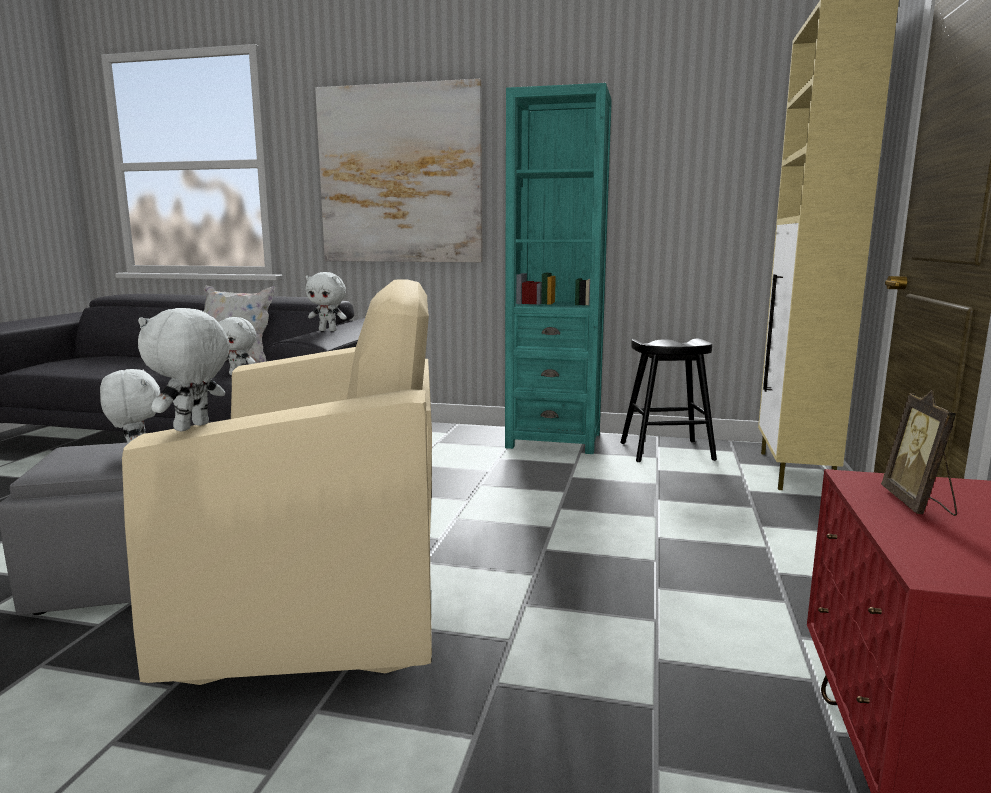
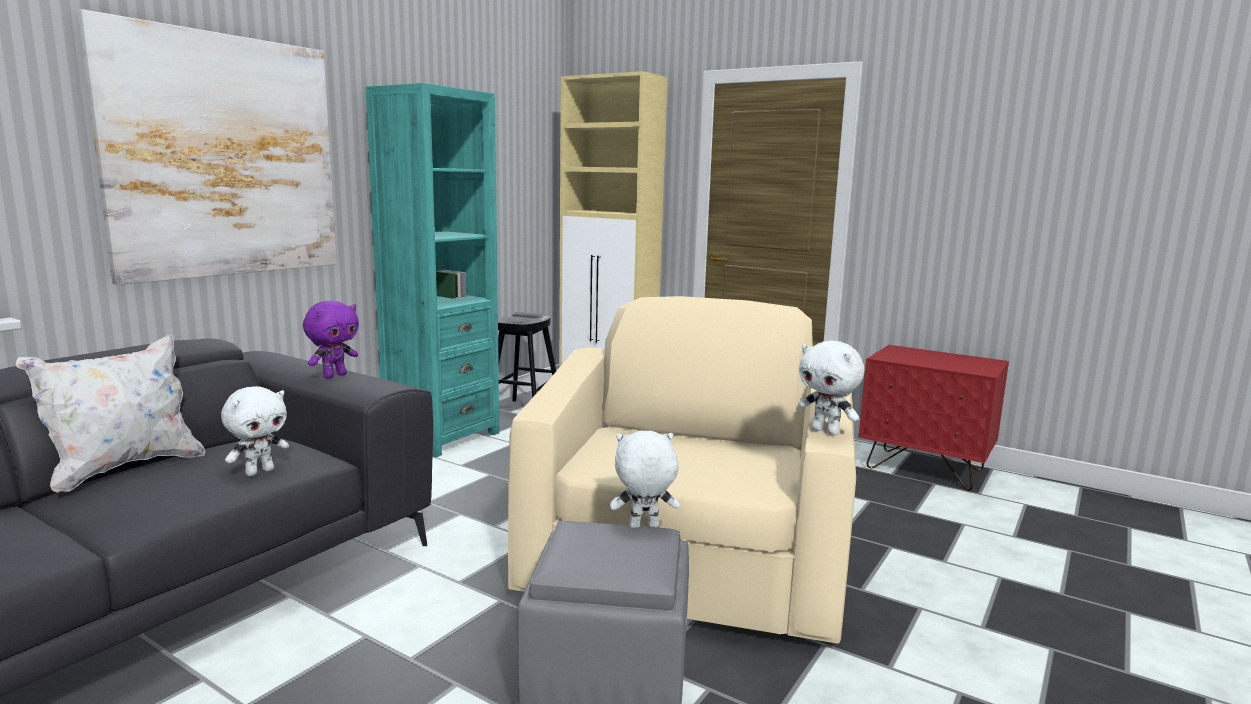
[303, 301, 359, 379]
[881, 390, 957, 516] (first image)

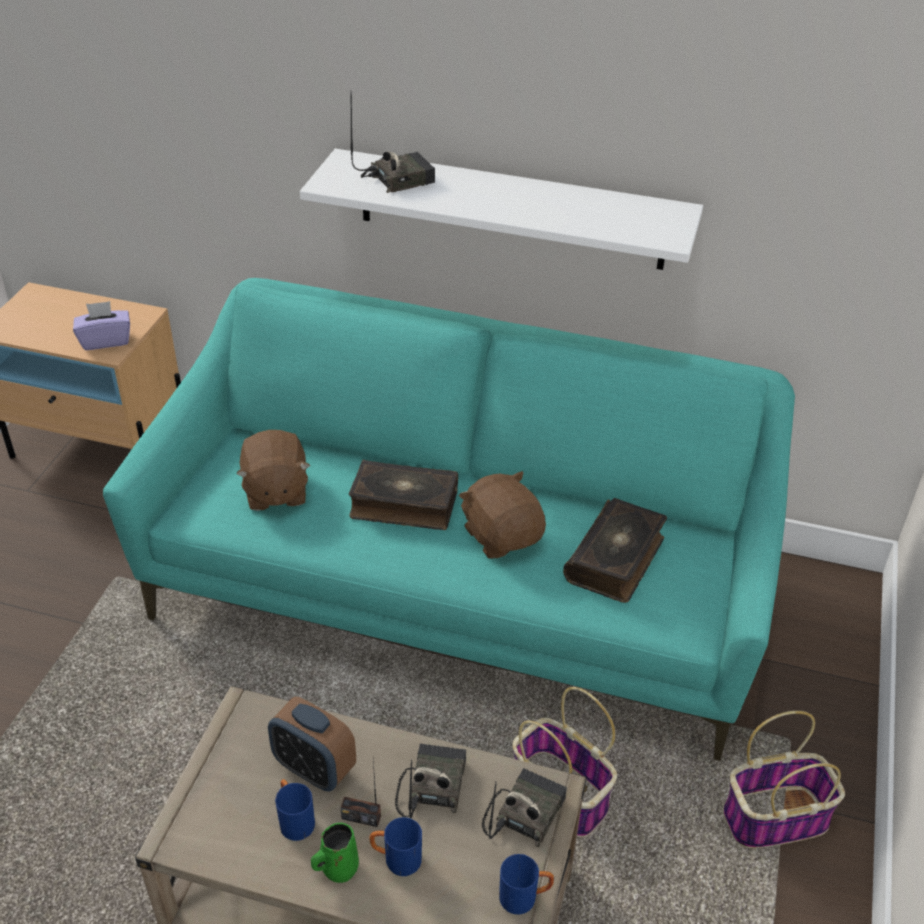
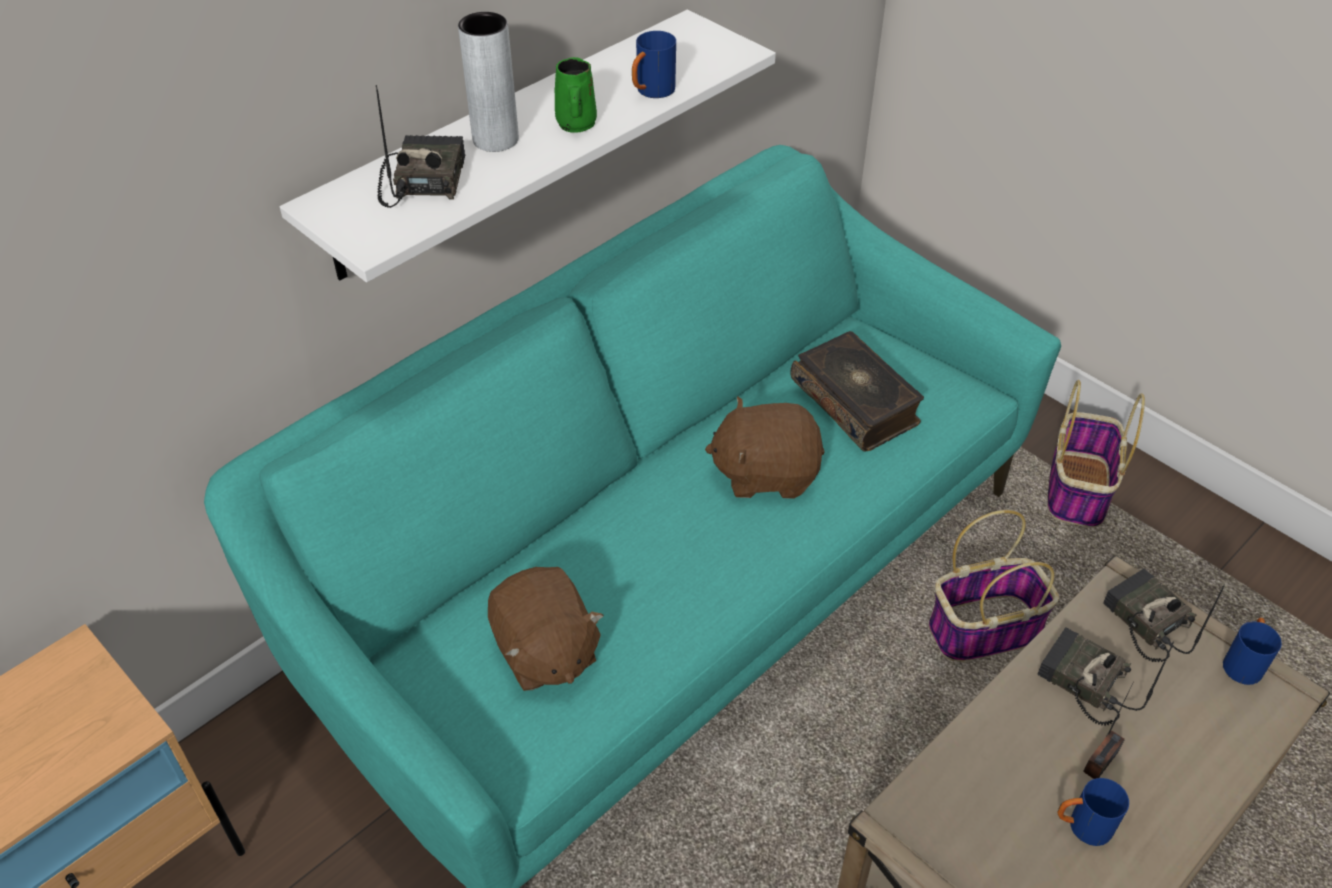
[73, 301, 130, 350] (first image)
[488, 567, 604, 691]
[349, 460, 458, 530] (first image)
[268, 697, 356, 792] (first image)
[632, 31, 676, 98]
[555, 57, 597, 133]
[458, 12, 519, 152]

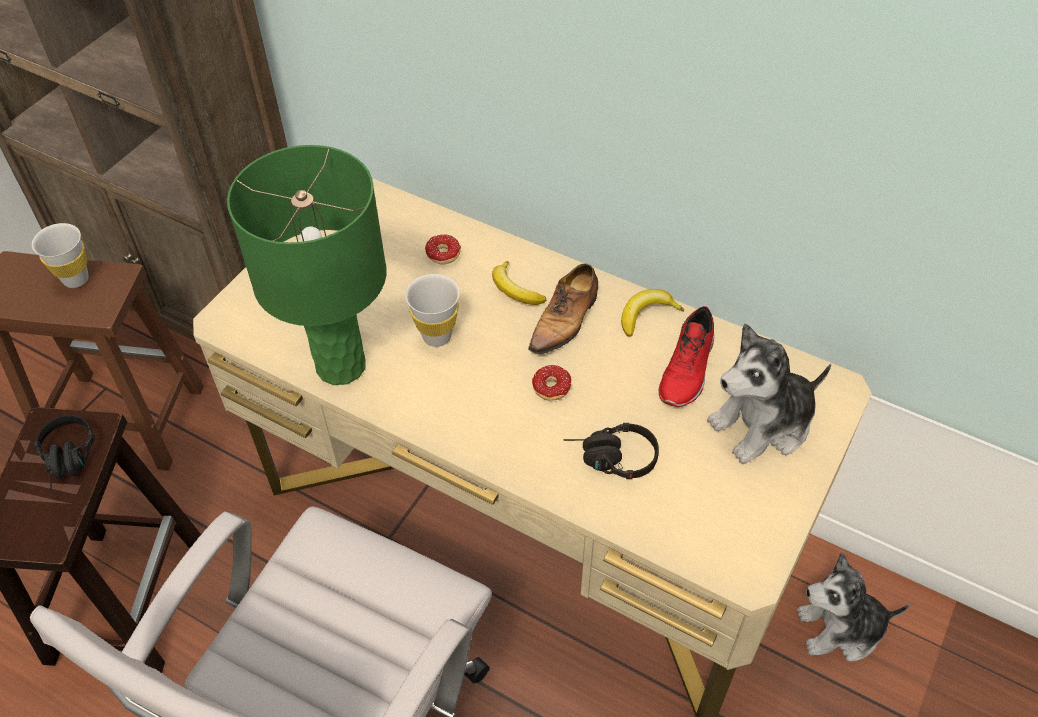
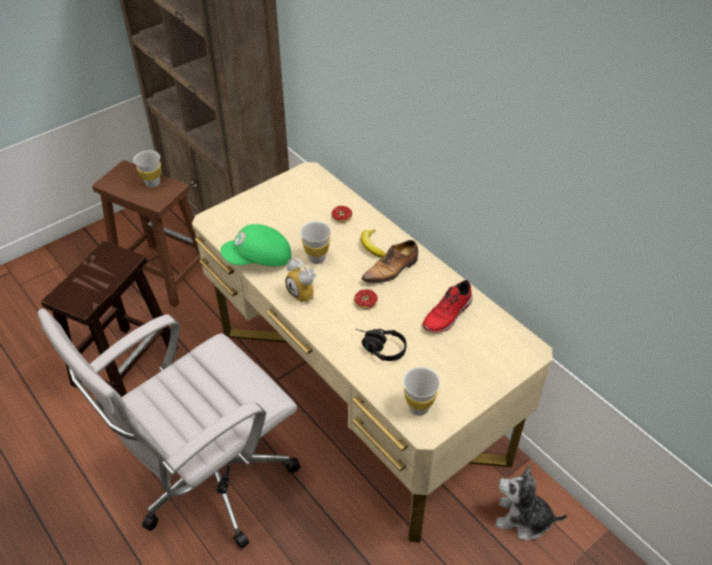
[220, 224, 292, 266]
[621, 289, 684, 337] (first image)
[707, 323, 831, 464] (first image)
[34, 415, 95, 493] (first image)
[285, 258, 317, 302]
[403, 367, 440, 416]

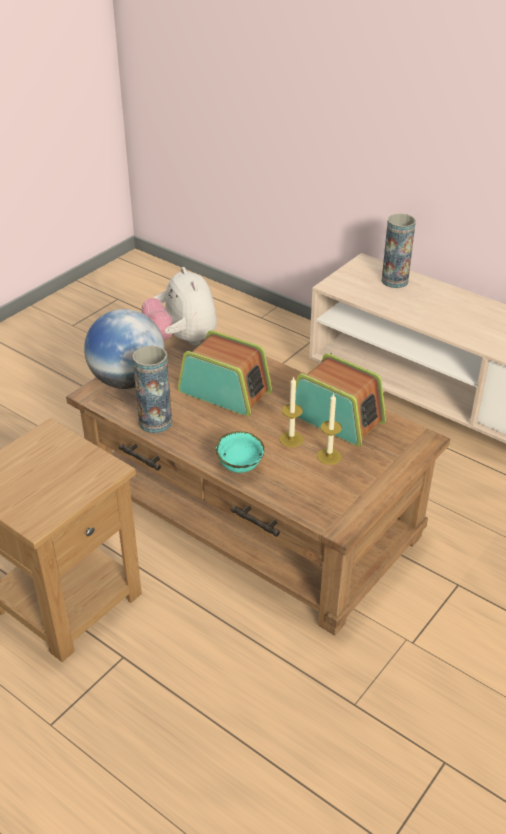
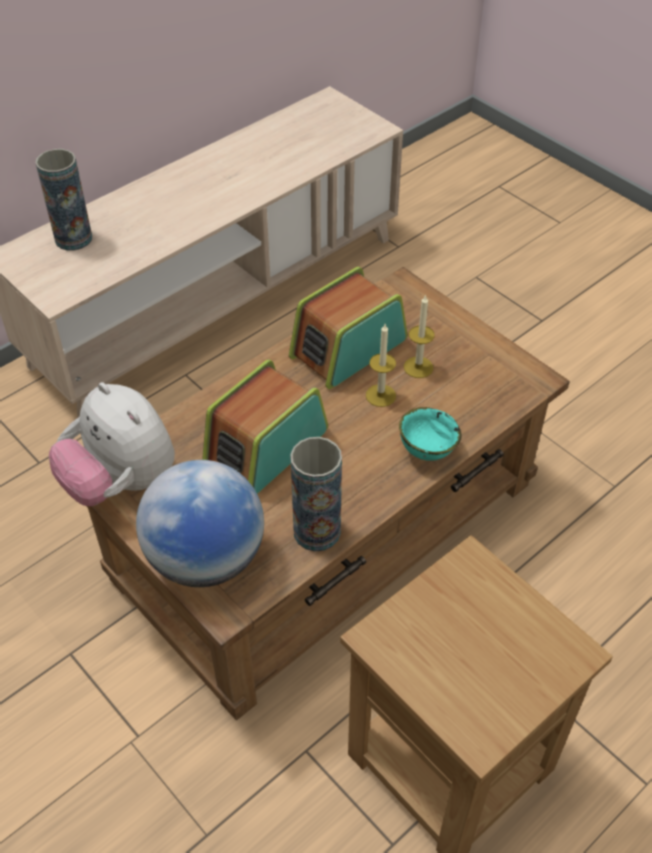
[49, 382, 175, 506]

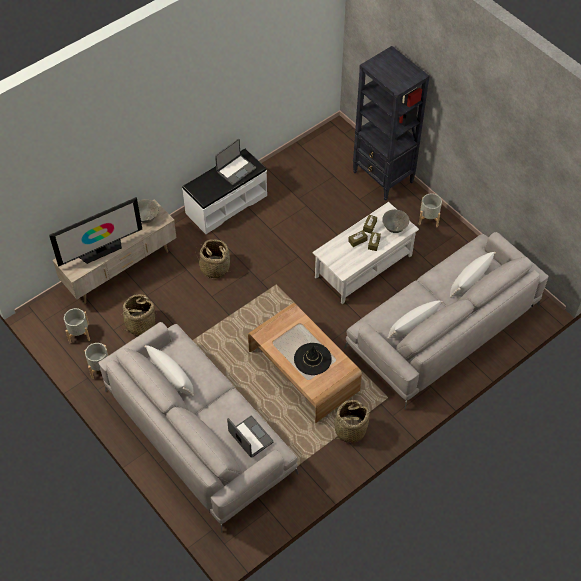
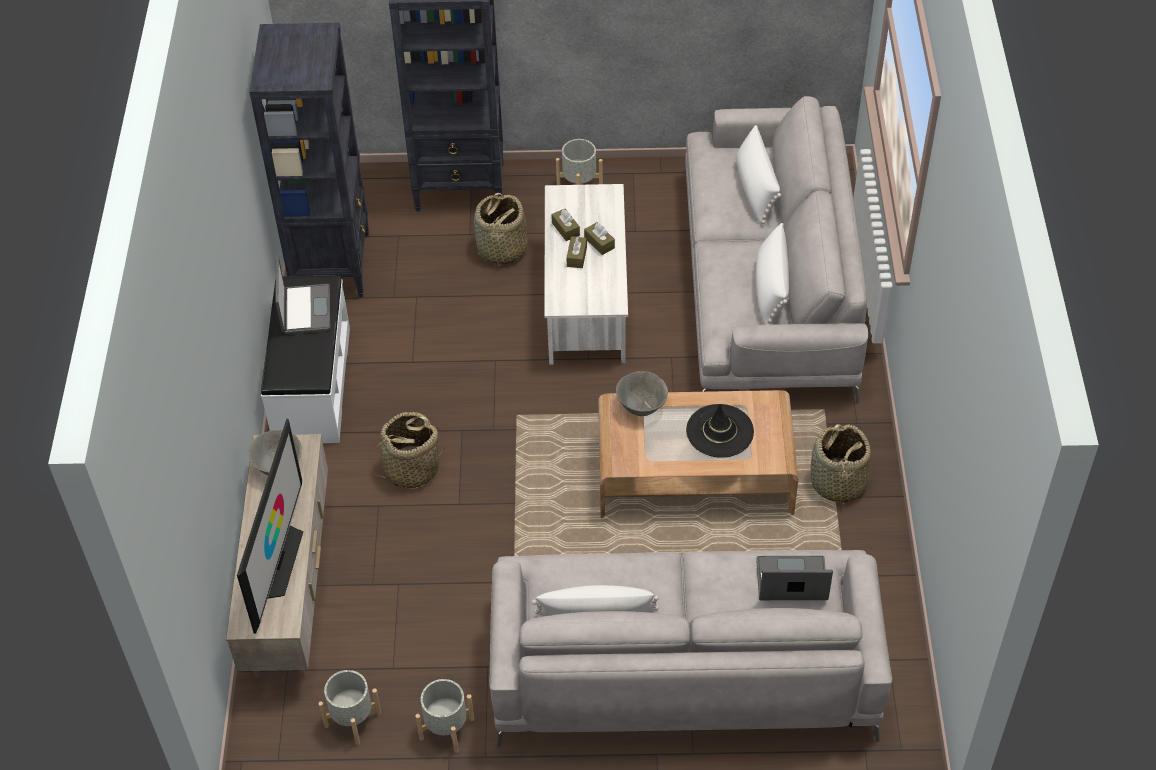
[616, 371, 668, 416]
[474, 193, 528, 266]
[249, 23, 369, 297]

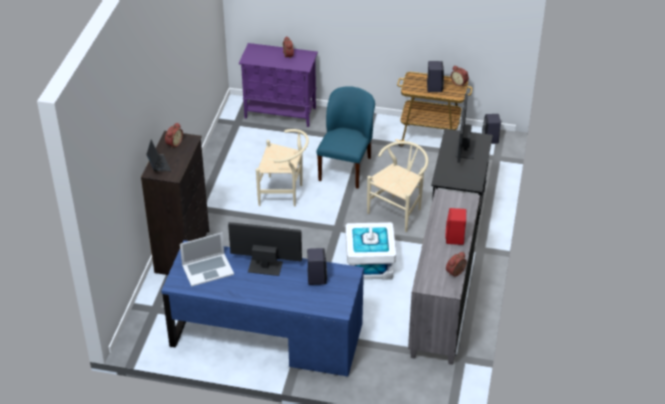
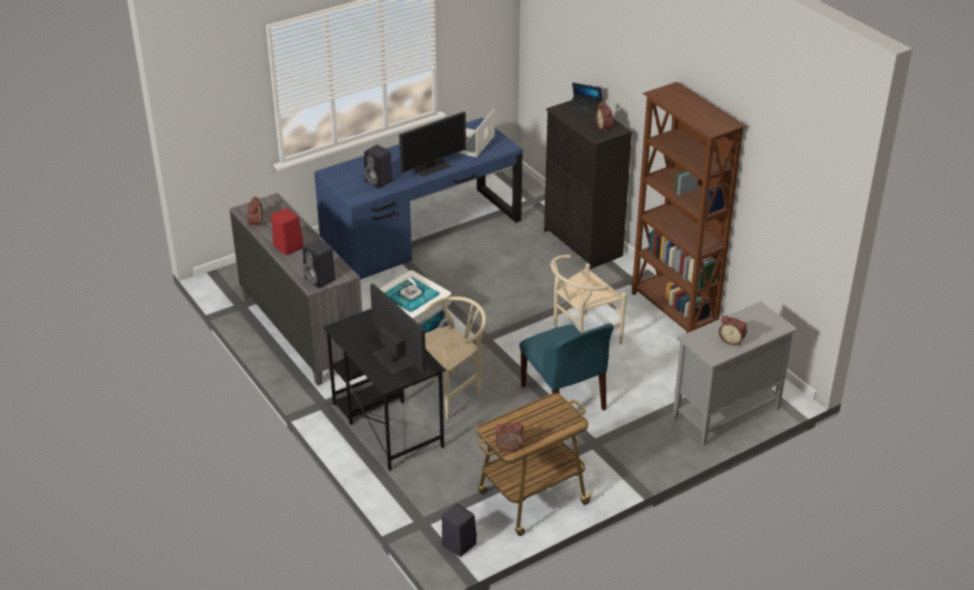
[673, 301, 797, 446]
[303, 239, 336, 288]
[409, 296, 486, 420]
[632, 82, 746, 333]

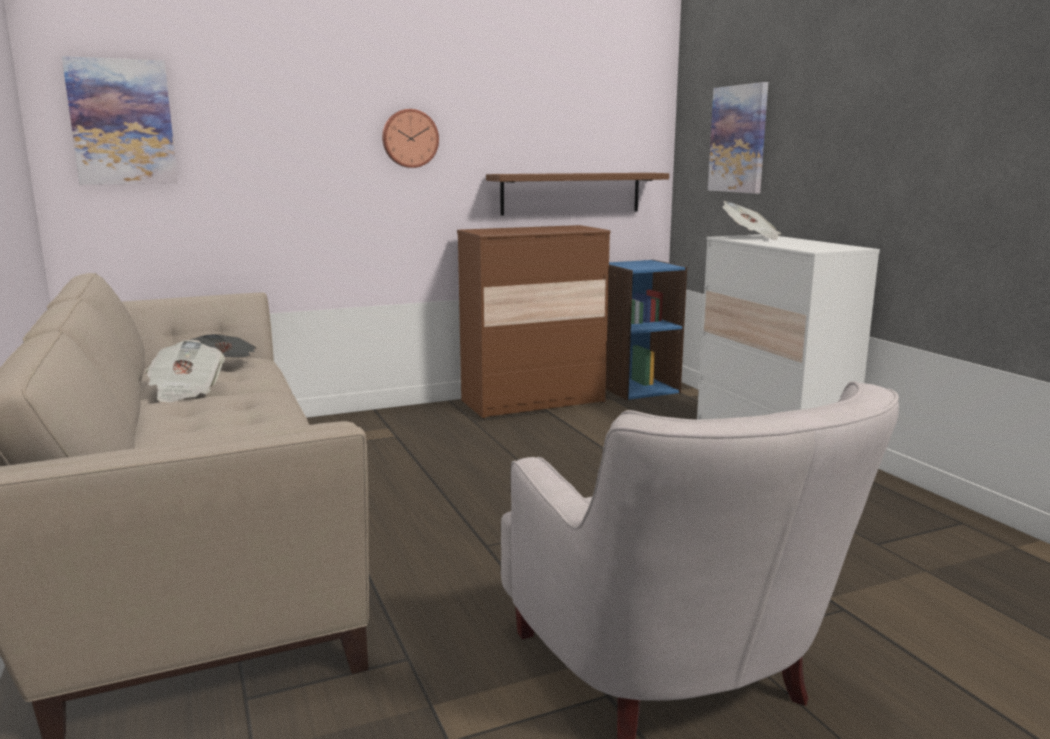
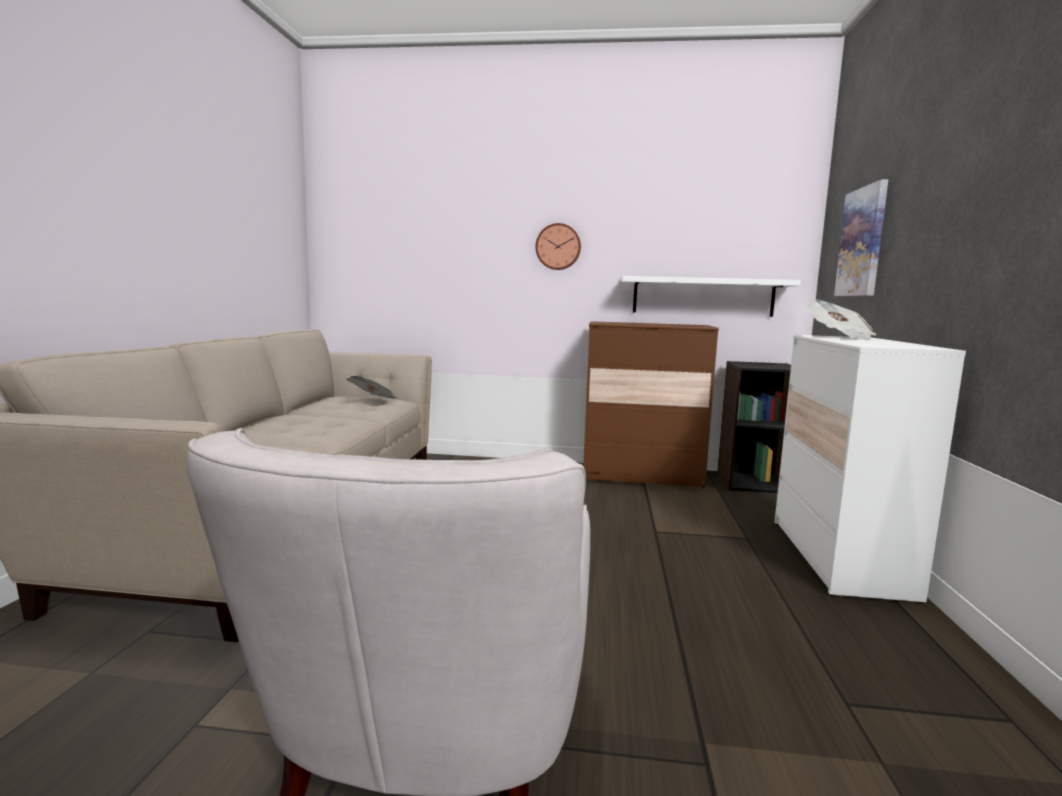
[62, 56, 178, 185] (first image)
[621, 276, 801, 317]
[717, 361, 791, 493]
[146, 340, 225, 402] (first image)

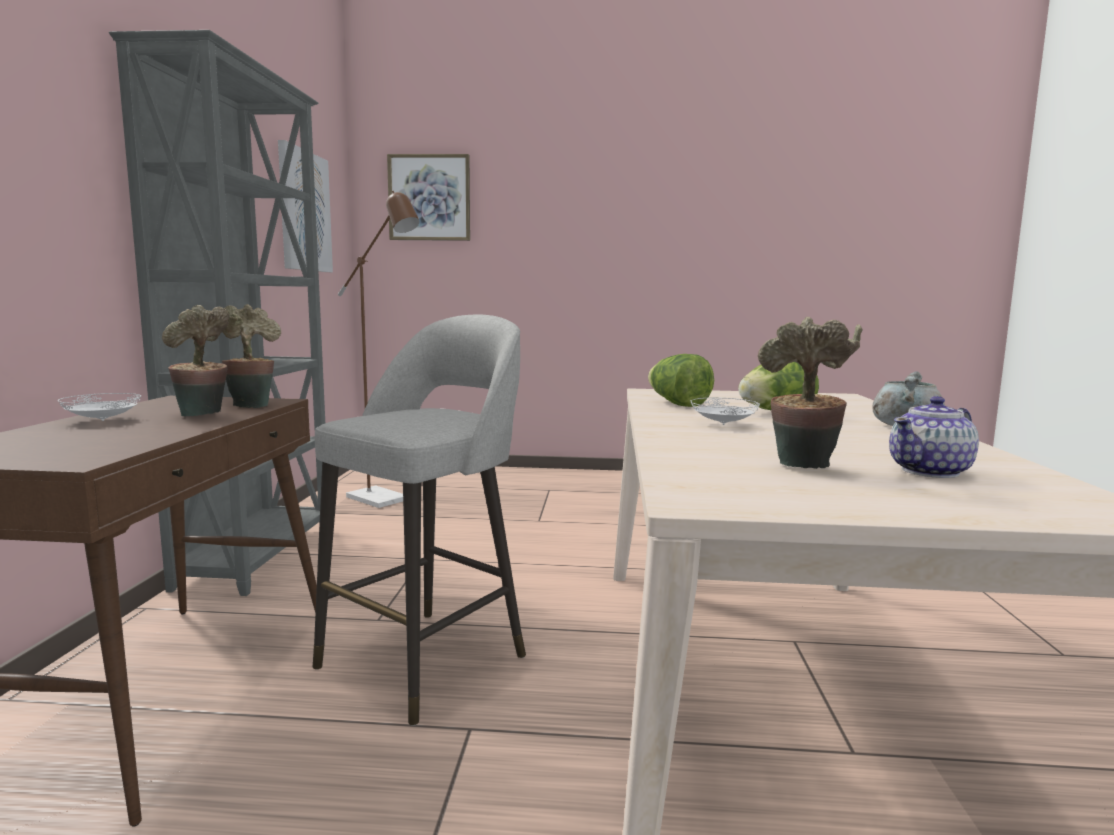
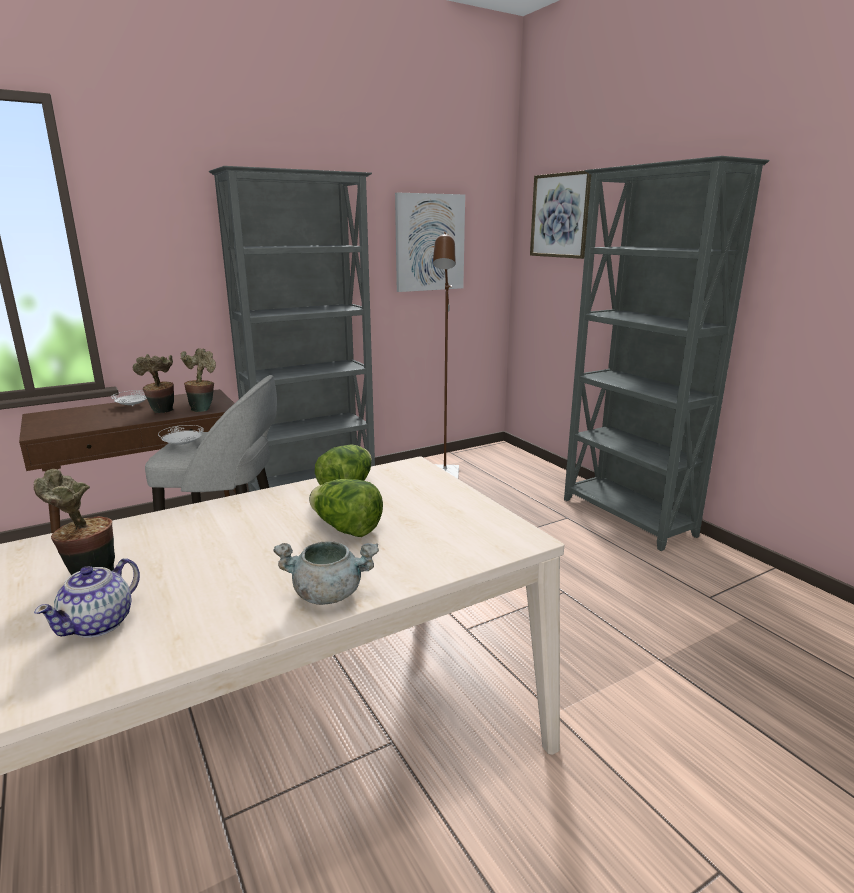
[34, 558, 140, 638]
[158, 425, 204, 445]
[564, 156, 769, 551]

